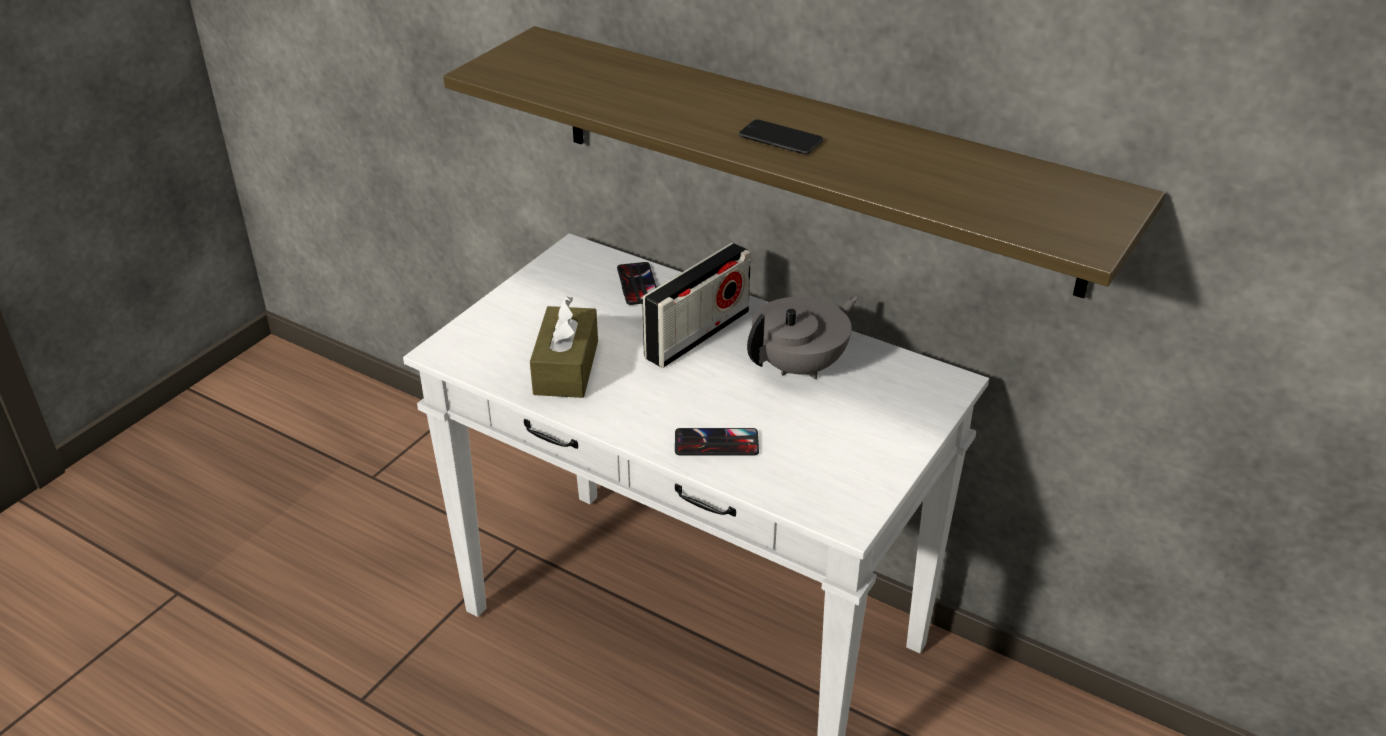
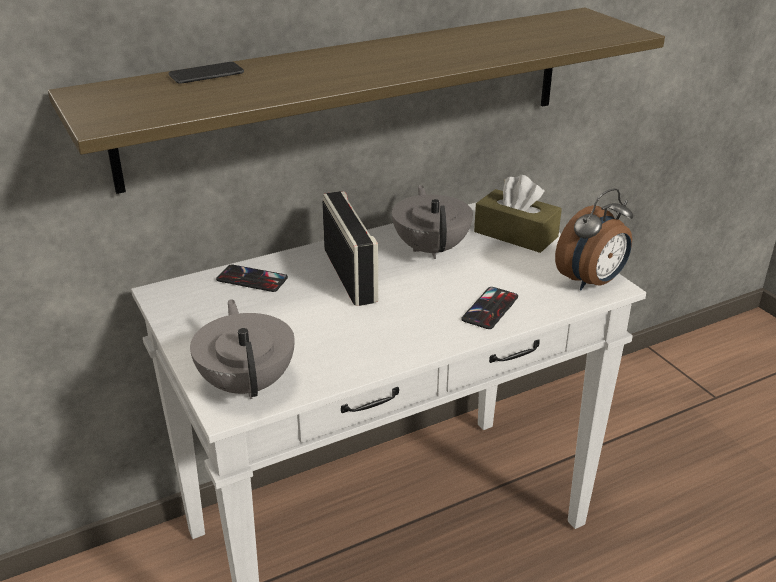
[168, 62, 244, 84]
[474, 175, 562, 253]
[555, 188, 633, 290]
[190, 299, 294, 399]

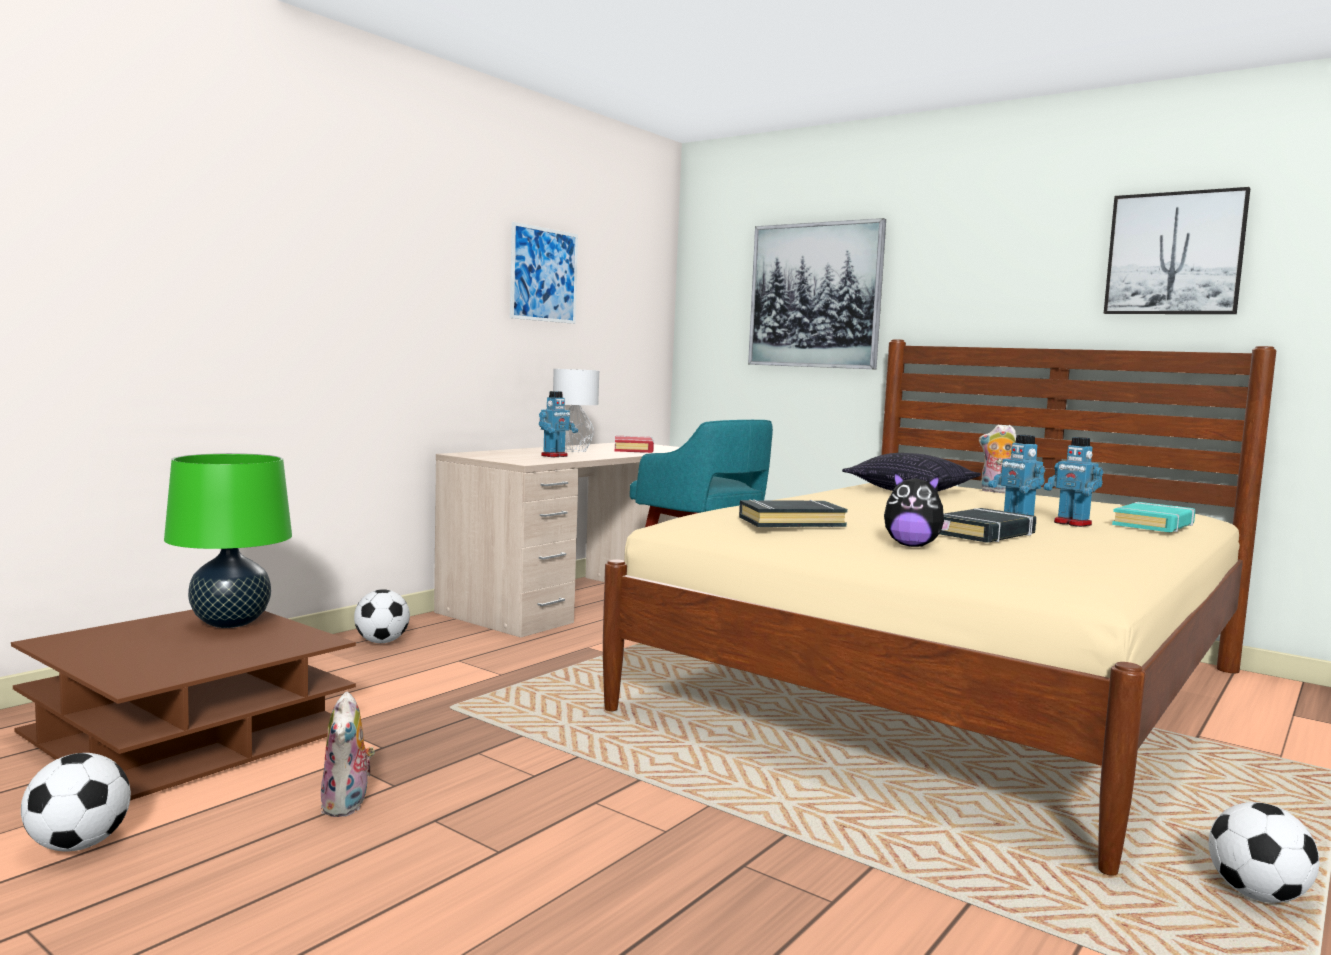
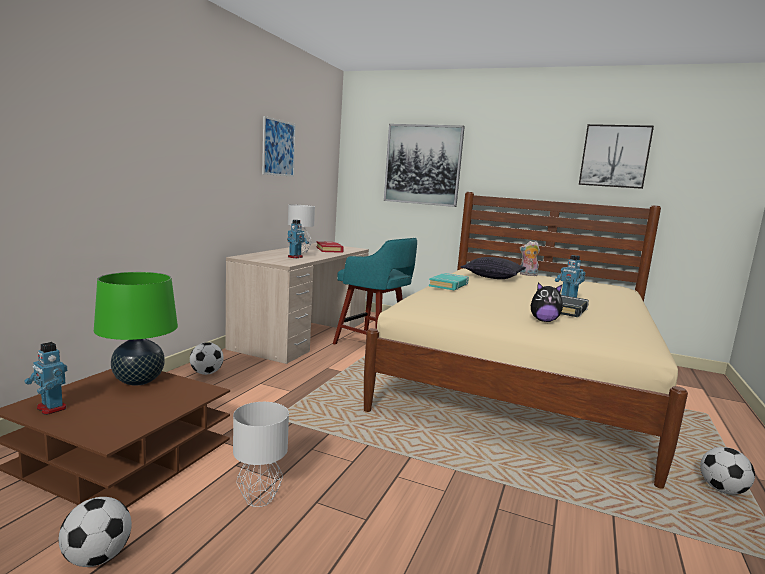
[24, 342, 67, 415]
[739, 499, 848, 527] (first image)
[429, 273, 469, 290]
[233, 402, 289, 507]

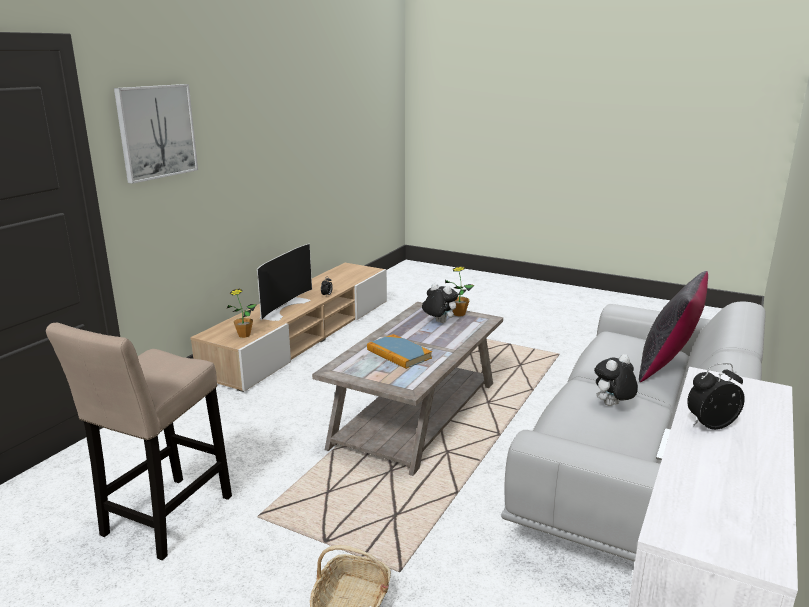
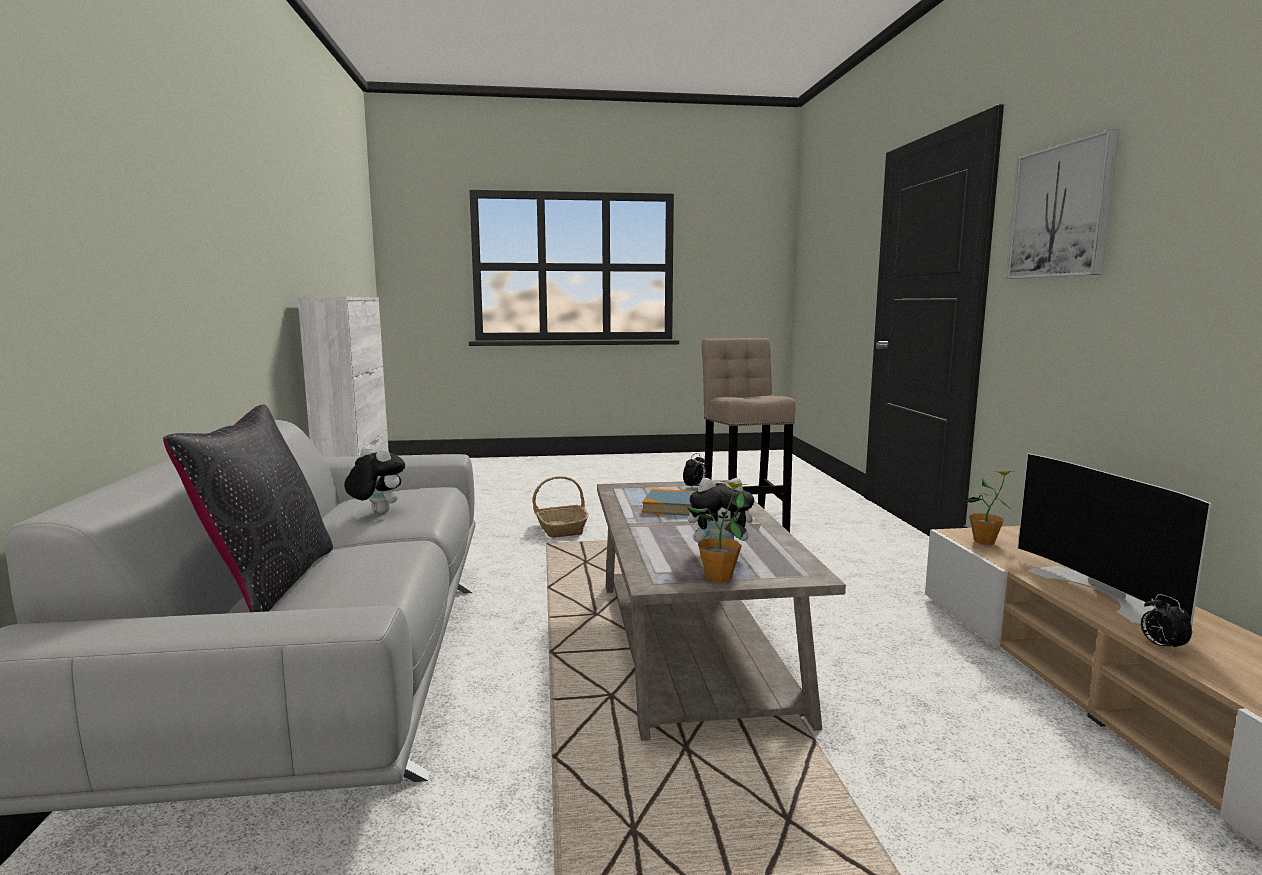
[344, 446, 405, 513]
[683, 453, 707, 489]

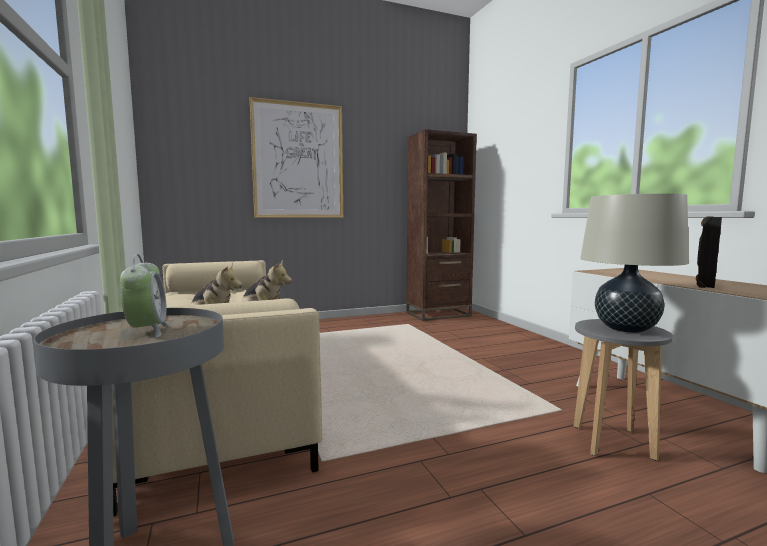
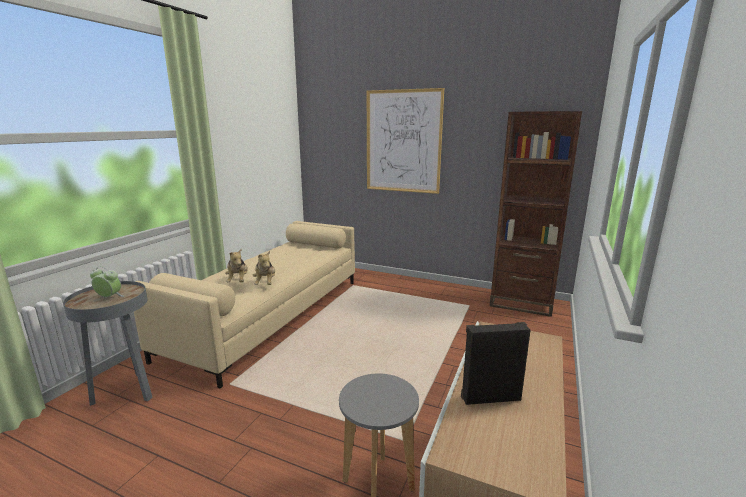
[580, 194, 689, 333] (first image)
[90, 266, 124, 297]

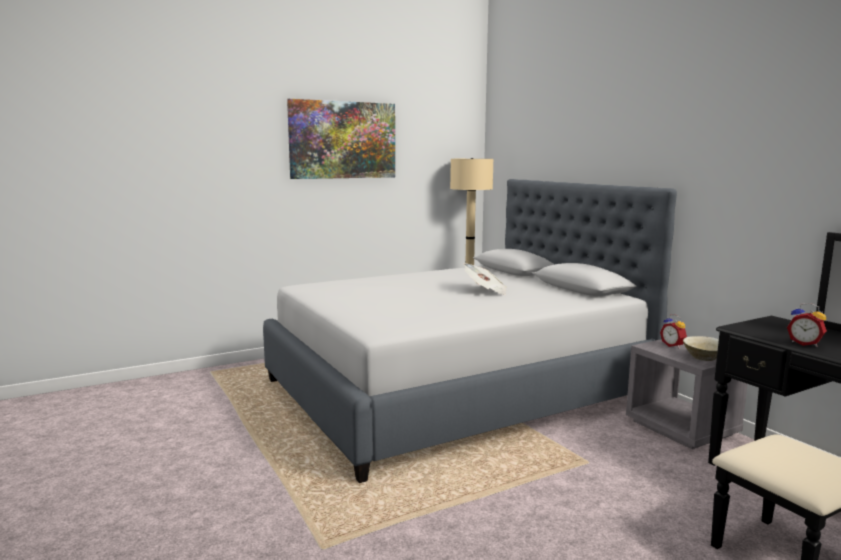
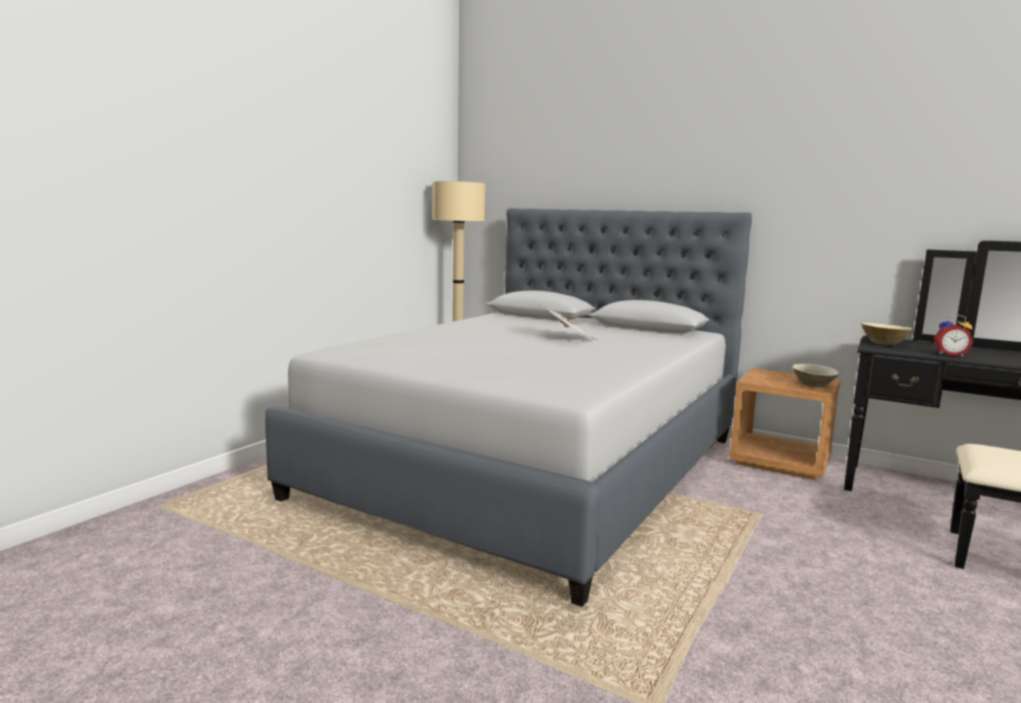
[287, 99, 395, 179] (first image)
[660, 314, 687, 348] (first image)
[729, 368, 841, 480]
[861, 323, 913, 345]

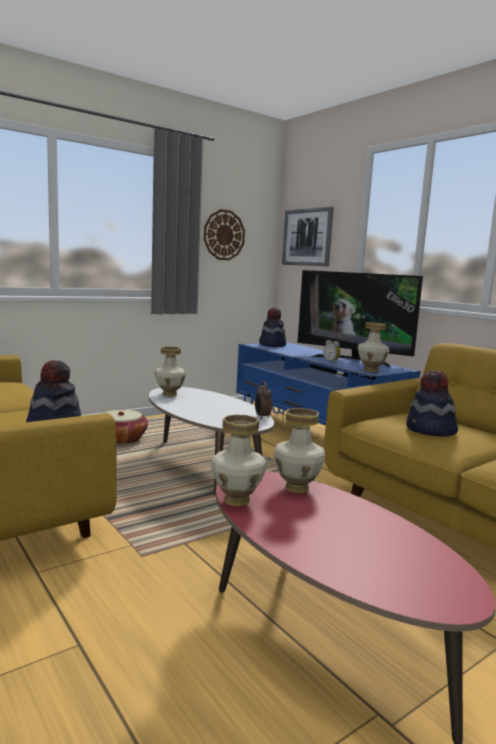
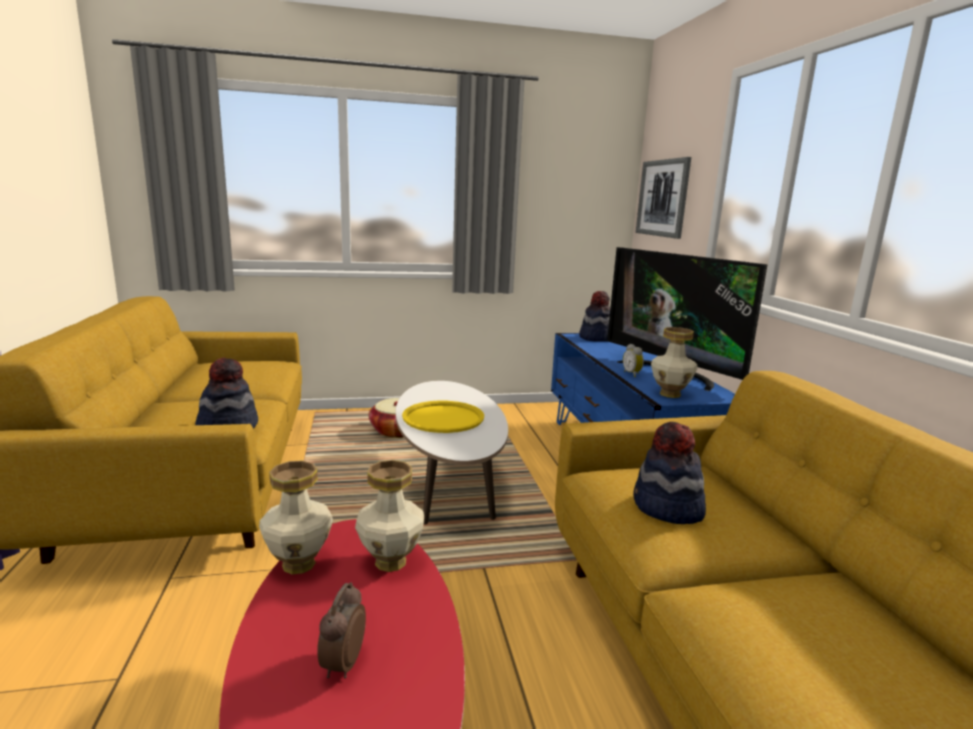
[204, 209, 245, 260] (first image)
[154, 347, 186, 396] (first image)
[317, 582, 366, 678]
[402, 401, 484, 433]

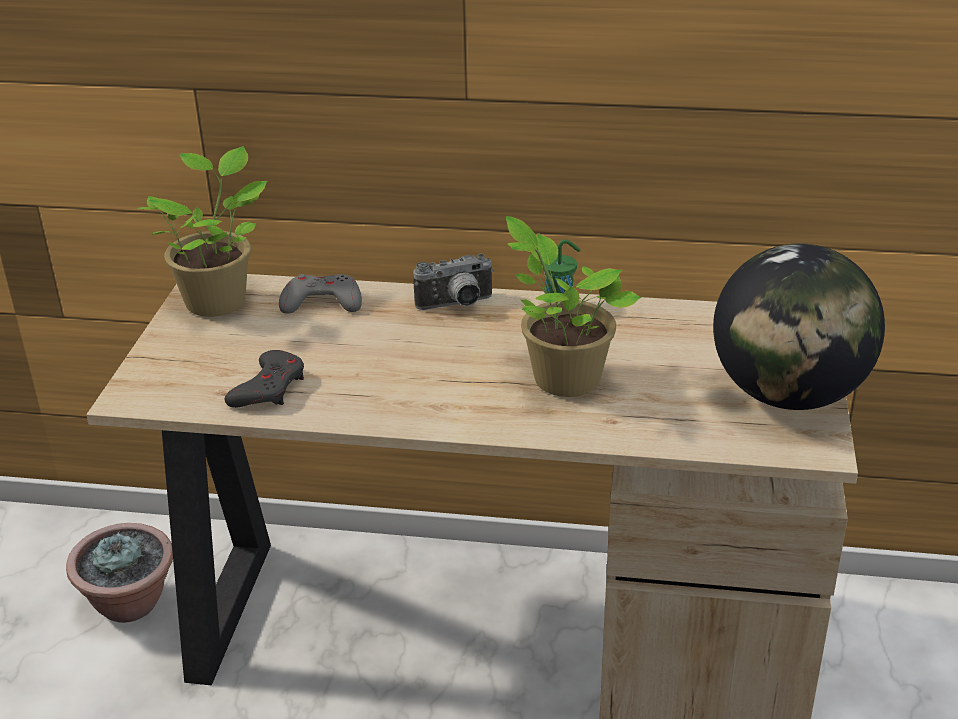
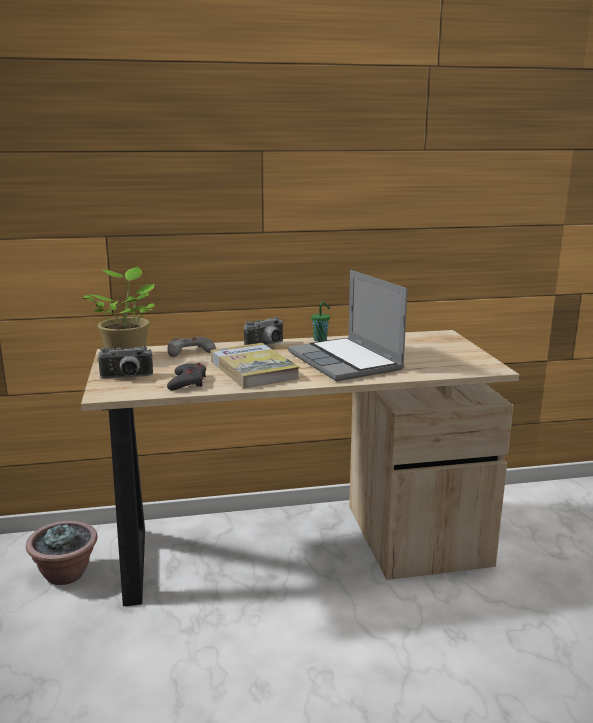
[288, 270, 408, 381]
[713, 243, 885, 410] (first image)
[210, 343, 300, 388]
[98, 346, 153, 378]

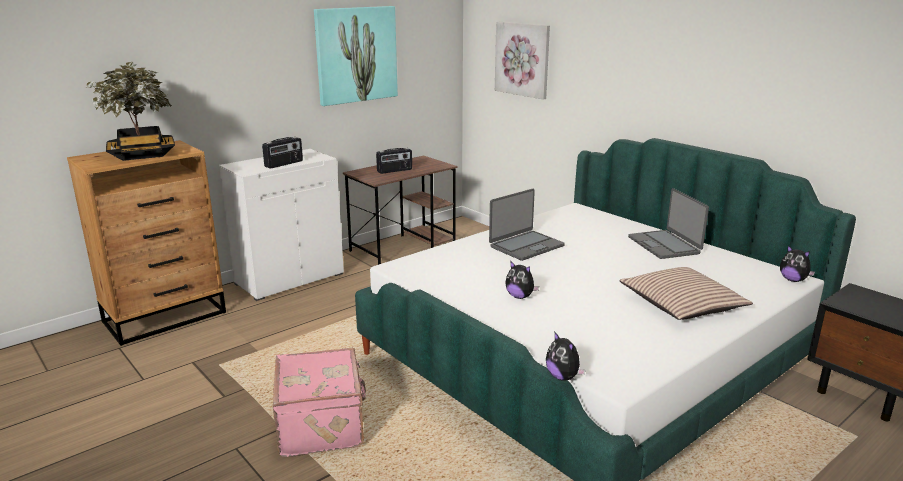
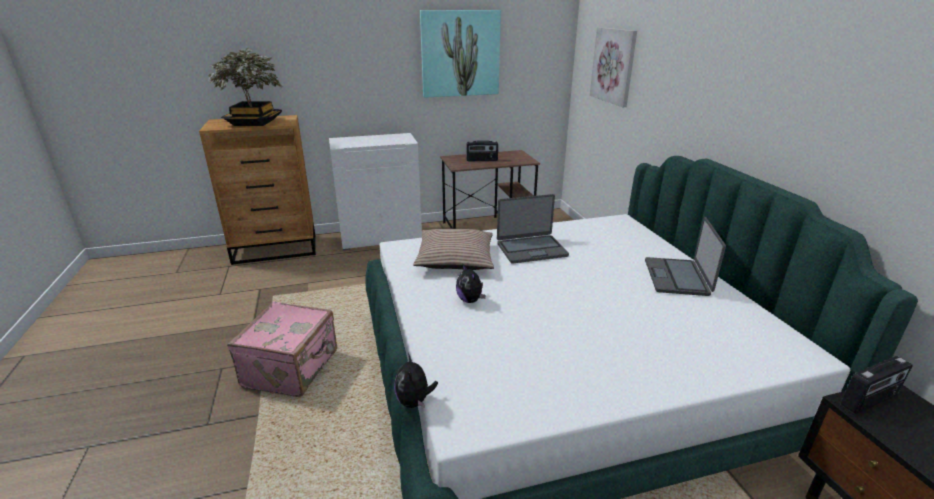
[841, 356, 913, 414]
[780, 245, 815, 282] (first image)
[413, 229, 494, 270]

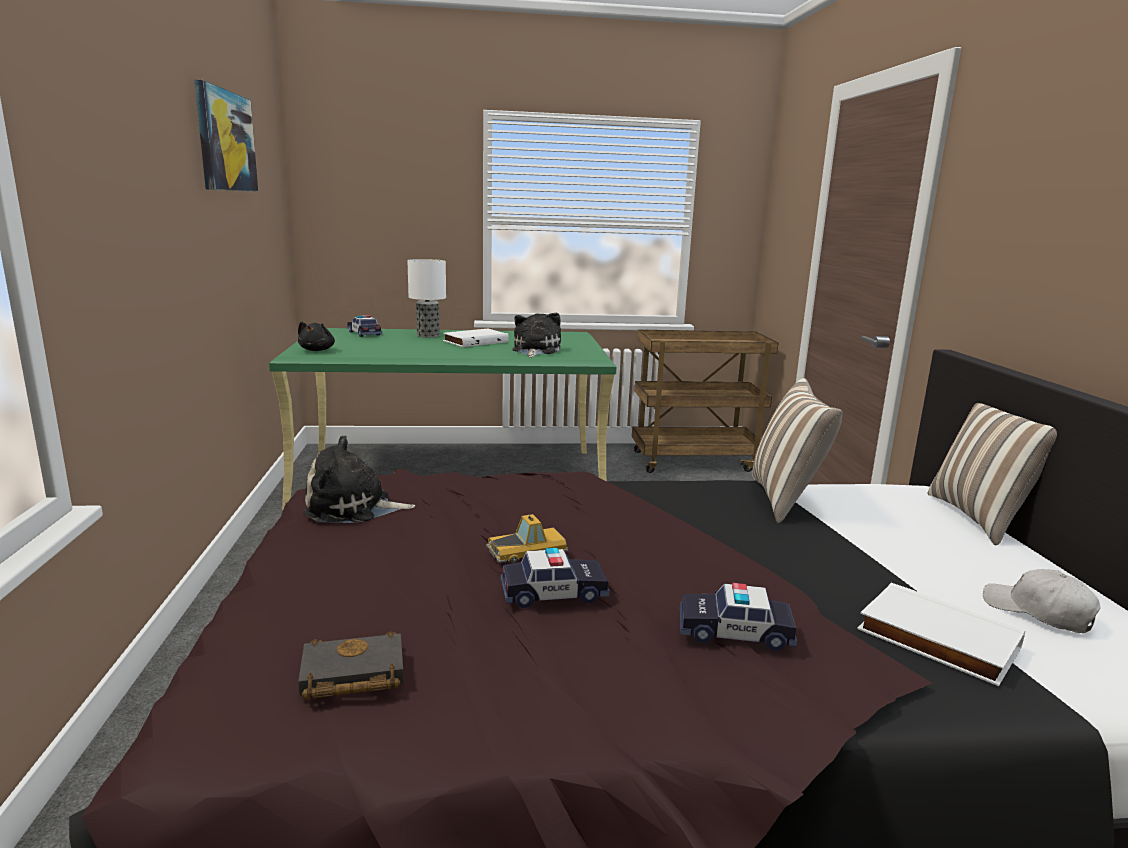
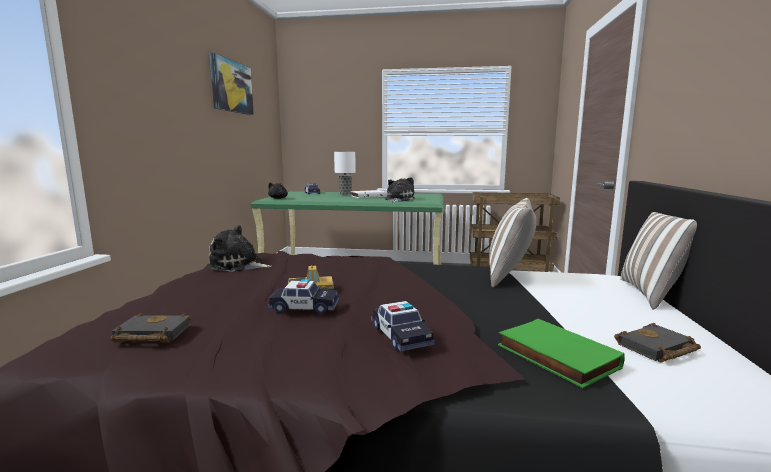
[614, 323, 701, 363]
[371, 301, 435, 351]
[498, 319, 625, 388]

